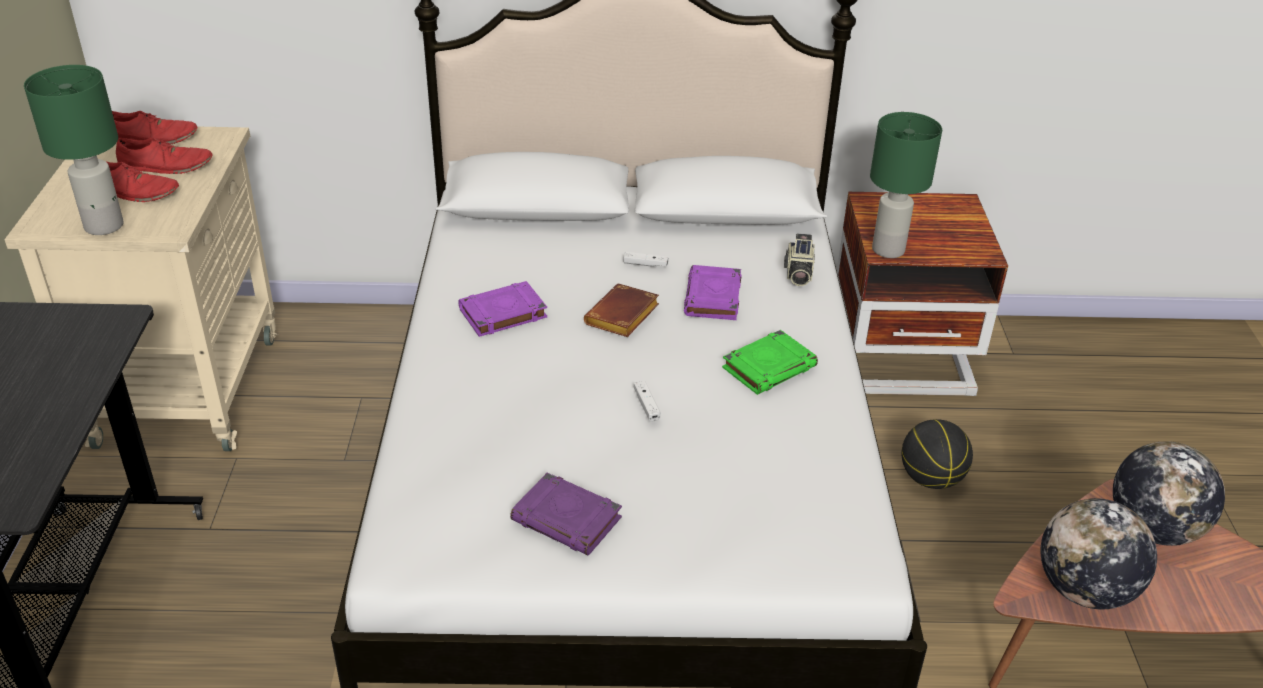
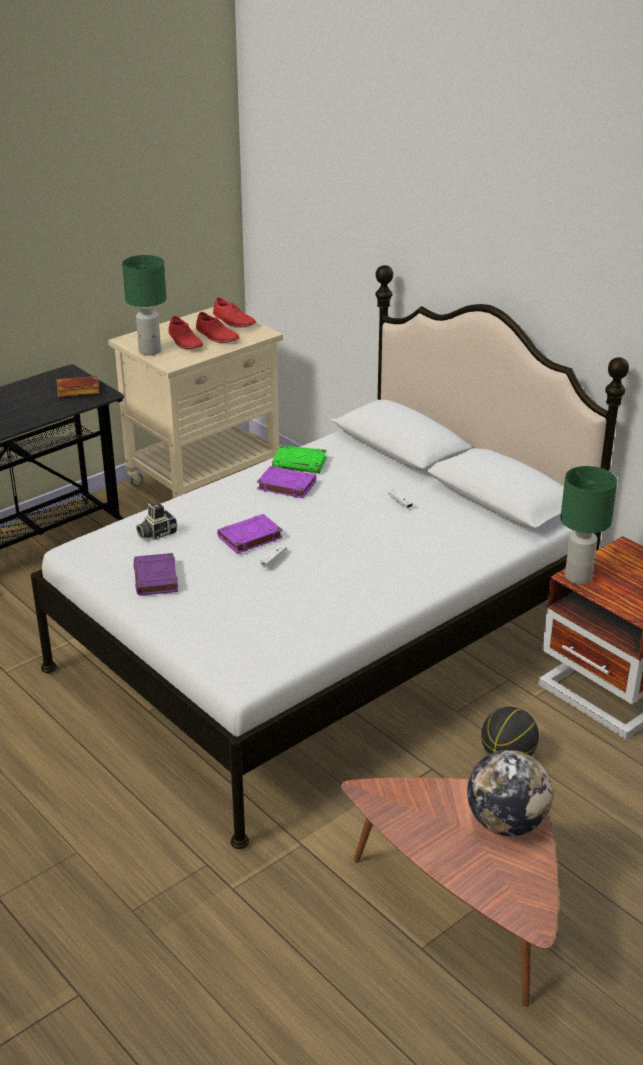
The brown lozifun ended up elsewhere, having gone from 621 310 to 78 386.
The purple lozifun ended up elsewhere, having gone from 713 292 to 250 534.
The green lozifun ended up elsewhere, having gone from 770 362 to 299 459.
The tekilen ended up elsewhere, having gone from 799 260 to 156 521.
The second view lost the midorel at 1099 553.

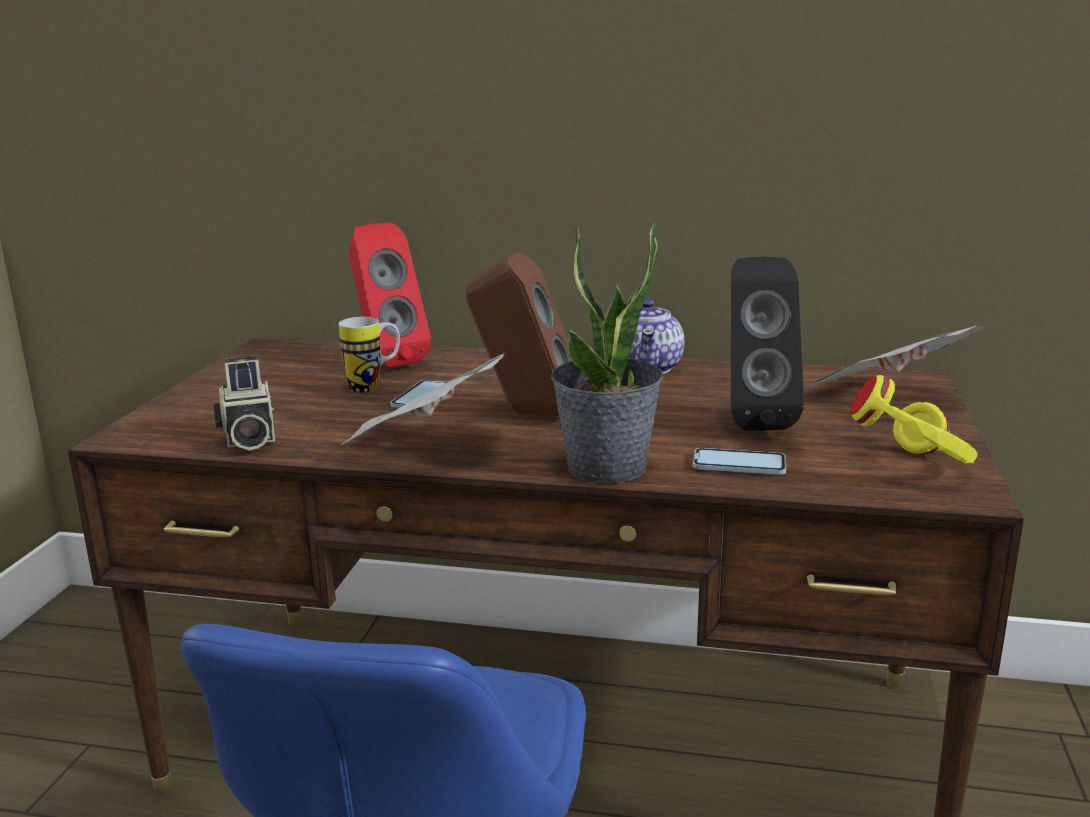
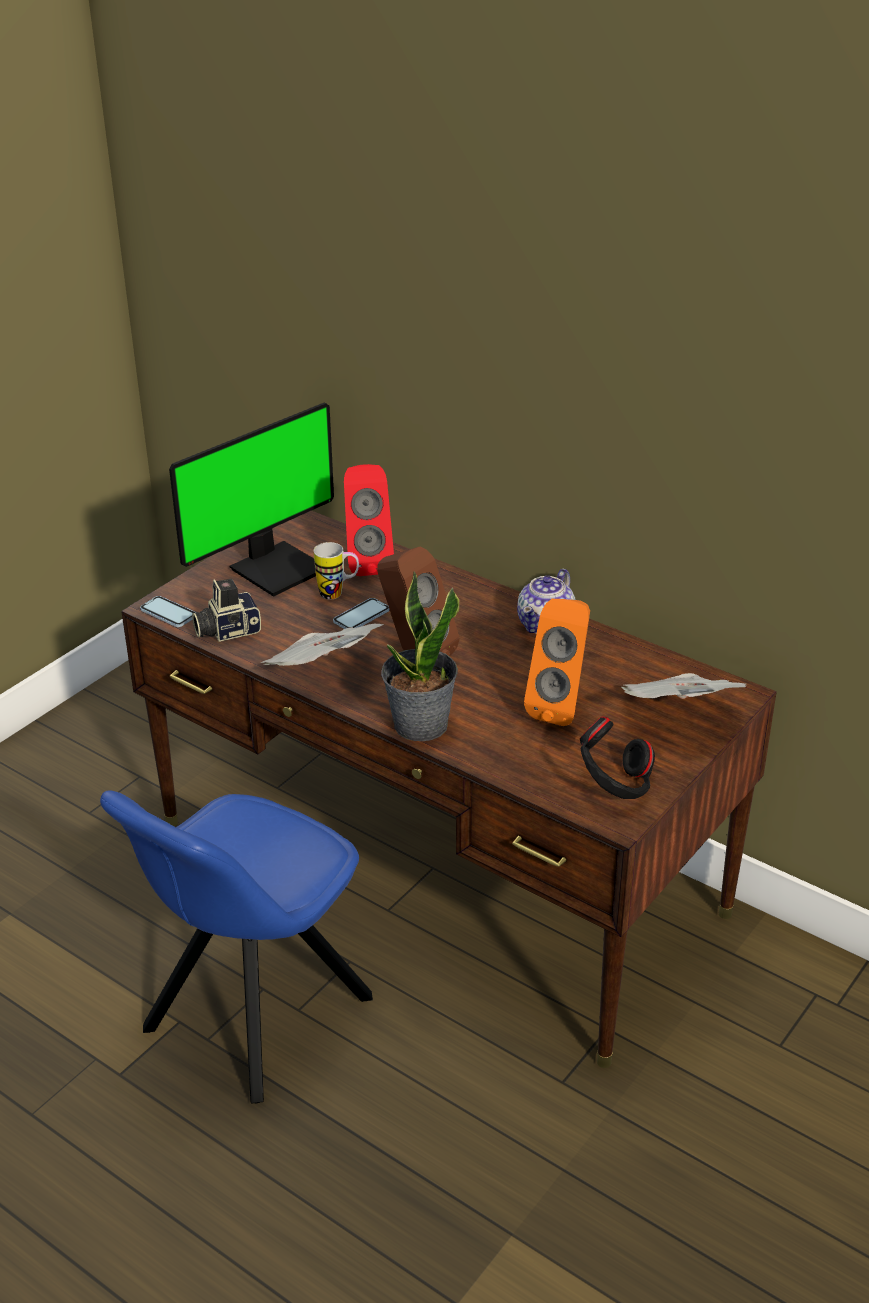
The tekilen at 244 403 ended up facing another way, 60 degrees clockwise from before.
The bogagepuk ended up elsewhere, having gone from 739 461 to 168 611.
What was the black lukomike at 767 344 turned into the orange lukomike at 557 662.
What was the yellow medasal at 914 419 turned into the black medasal at 617 757.
The second view gained the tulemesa at 251 500.

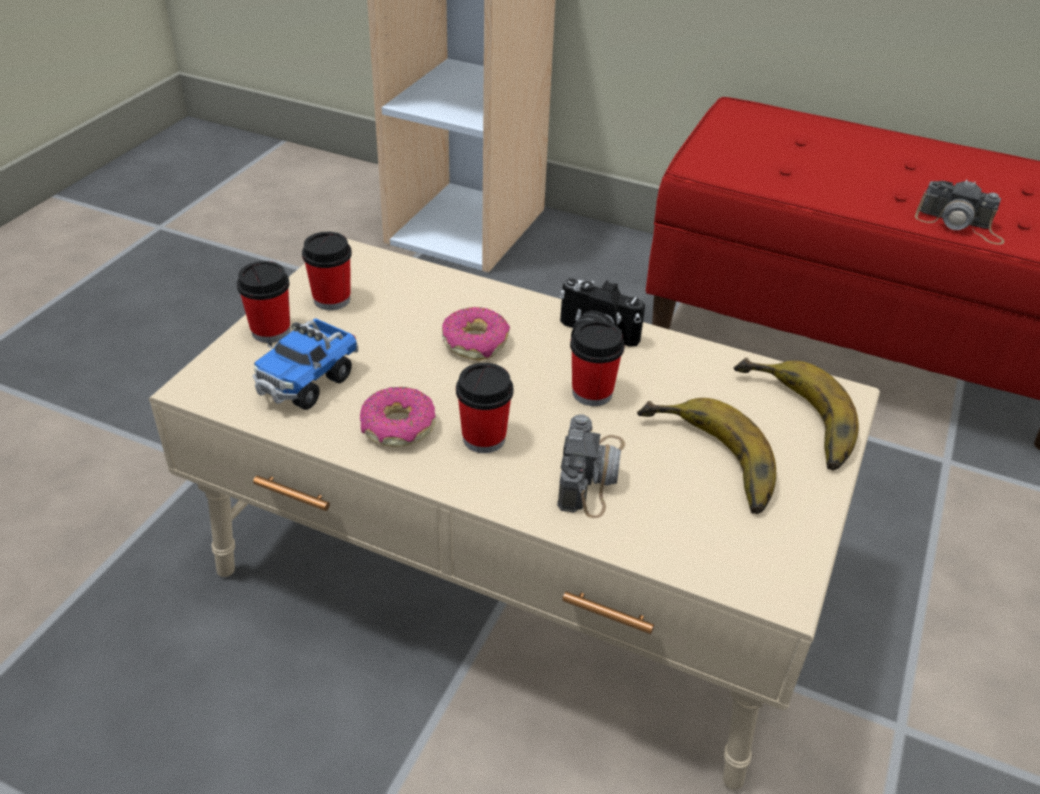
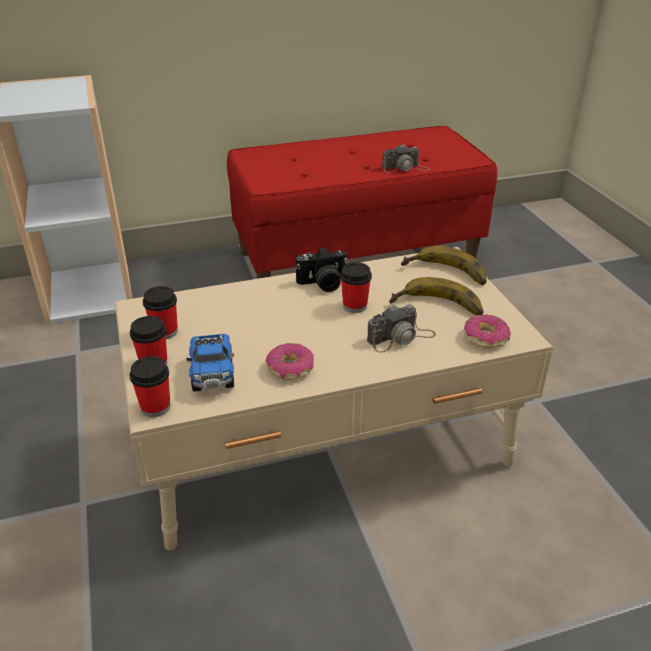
The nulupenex ended up elsewhere, having gone from 476 333 to 487 331.
The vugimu ended up elsewhere, having gone from 484 408 to 150 386.
The tekilen at 591 466 ended up facing another way, 90 degrees clockwise from before.

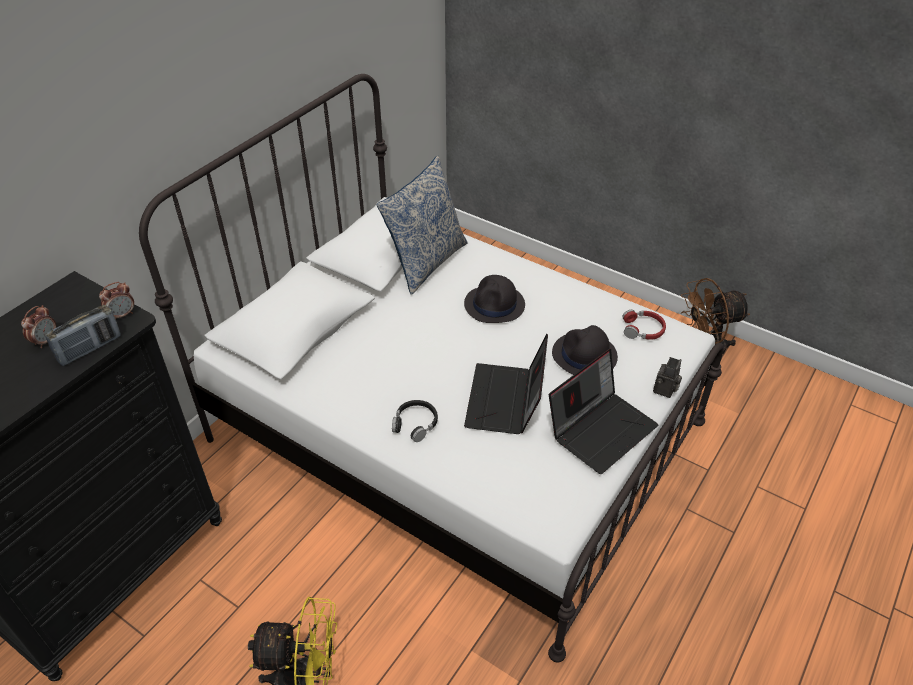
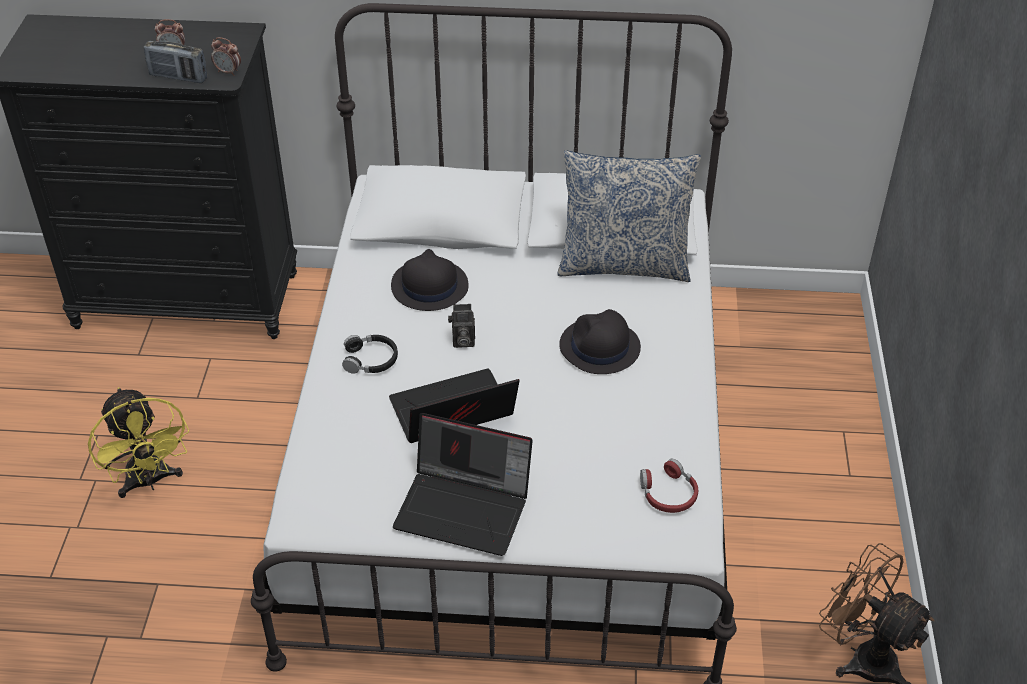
The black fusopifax ended up elsewhere, having gone from 585 350 to 430 280.
The tekilen ended up elsewhere, having gone from 667 377 to 461 326.

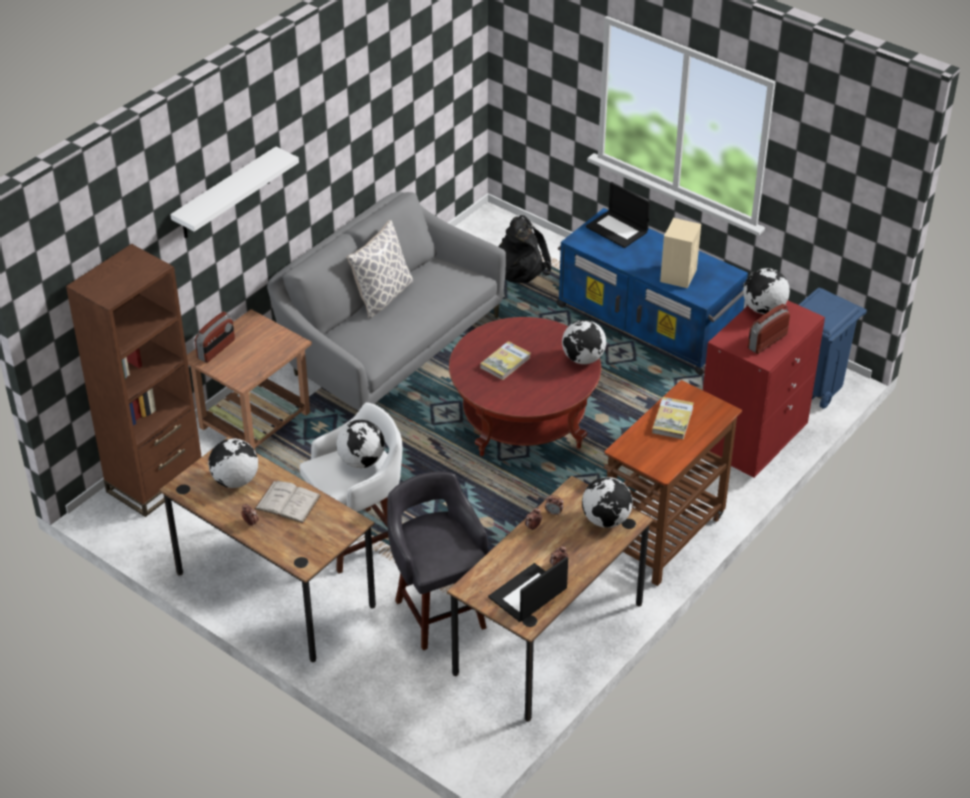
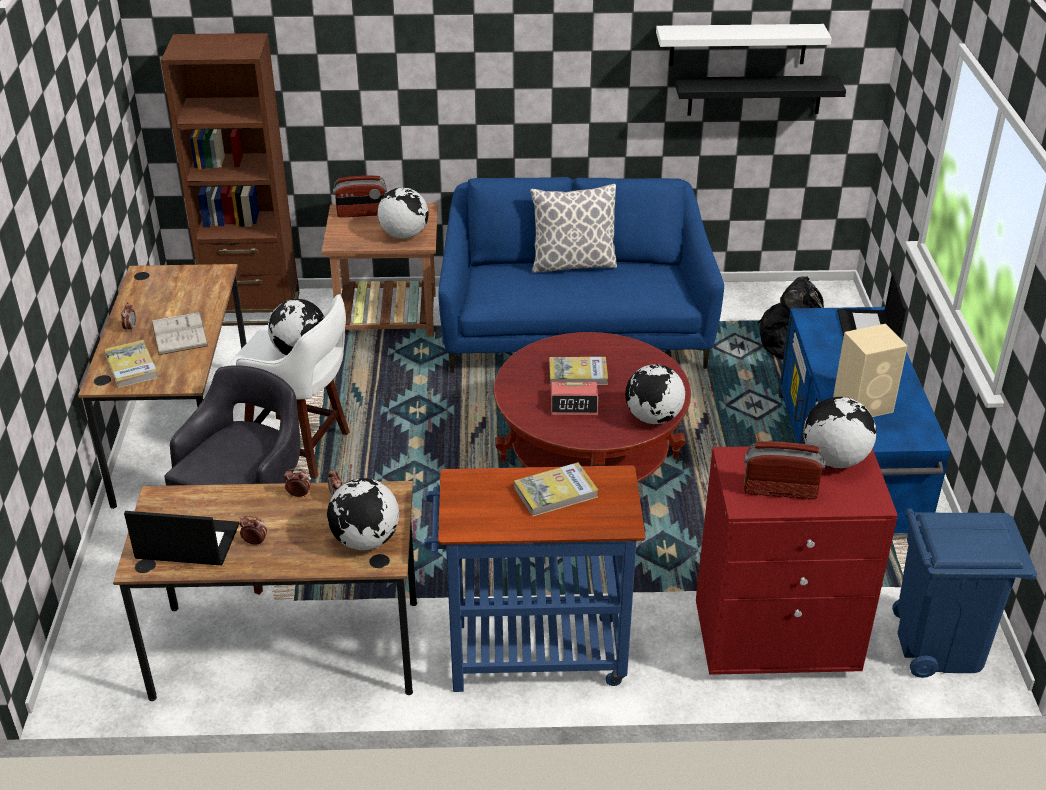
The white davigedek ended up elsewhere, having gone from 234 192 to 744 45.
The midorel ended up elsewhere, having gone from 233 463 to 403 213.
What was the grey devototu at 386 302 turned into the blue devototu at 581 275.
What was the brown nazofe at 673 483 turned into the blue nazofe at 535 578.
The second view gained the lozifun at 131 364.
The second view gained the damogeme at 574 399.
The second view gained the black davigedek at 760 95.

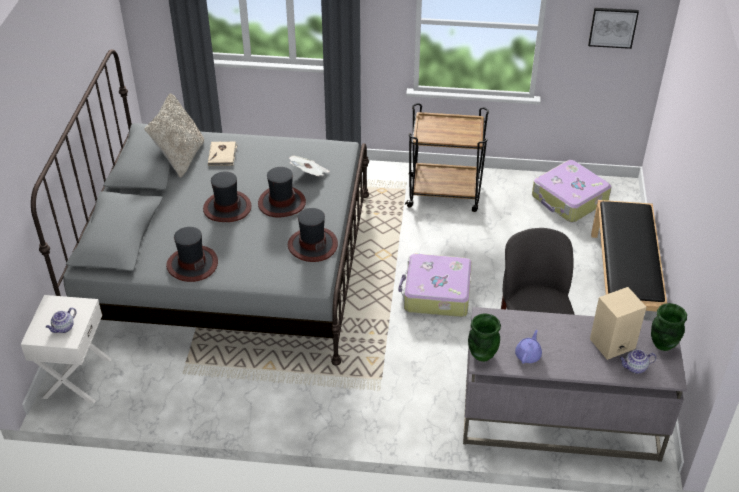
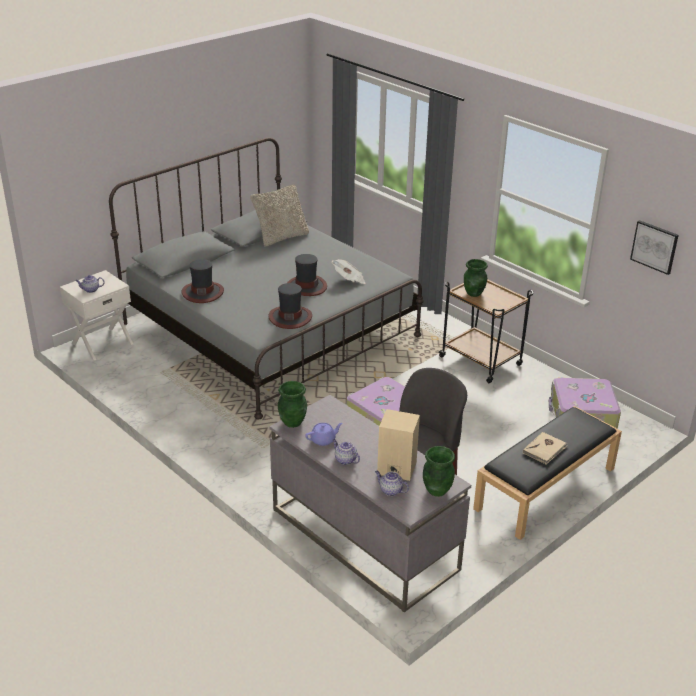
The second view lost the fusopifax at 227 197.
The beige lozifun ended up elsewhere, having gone from 223 153 to 545 448.
The second view gained the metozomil at 346 452.
The second view gained the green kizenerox at 476 278.

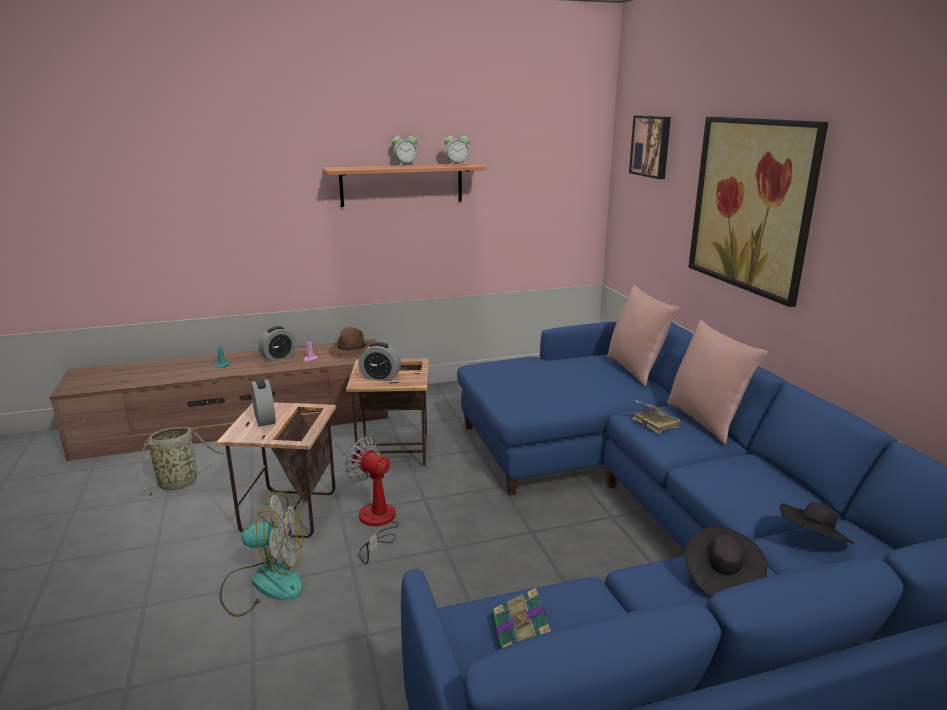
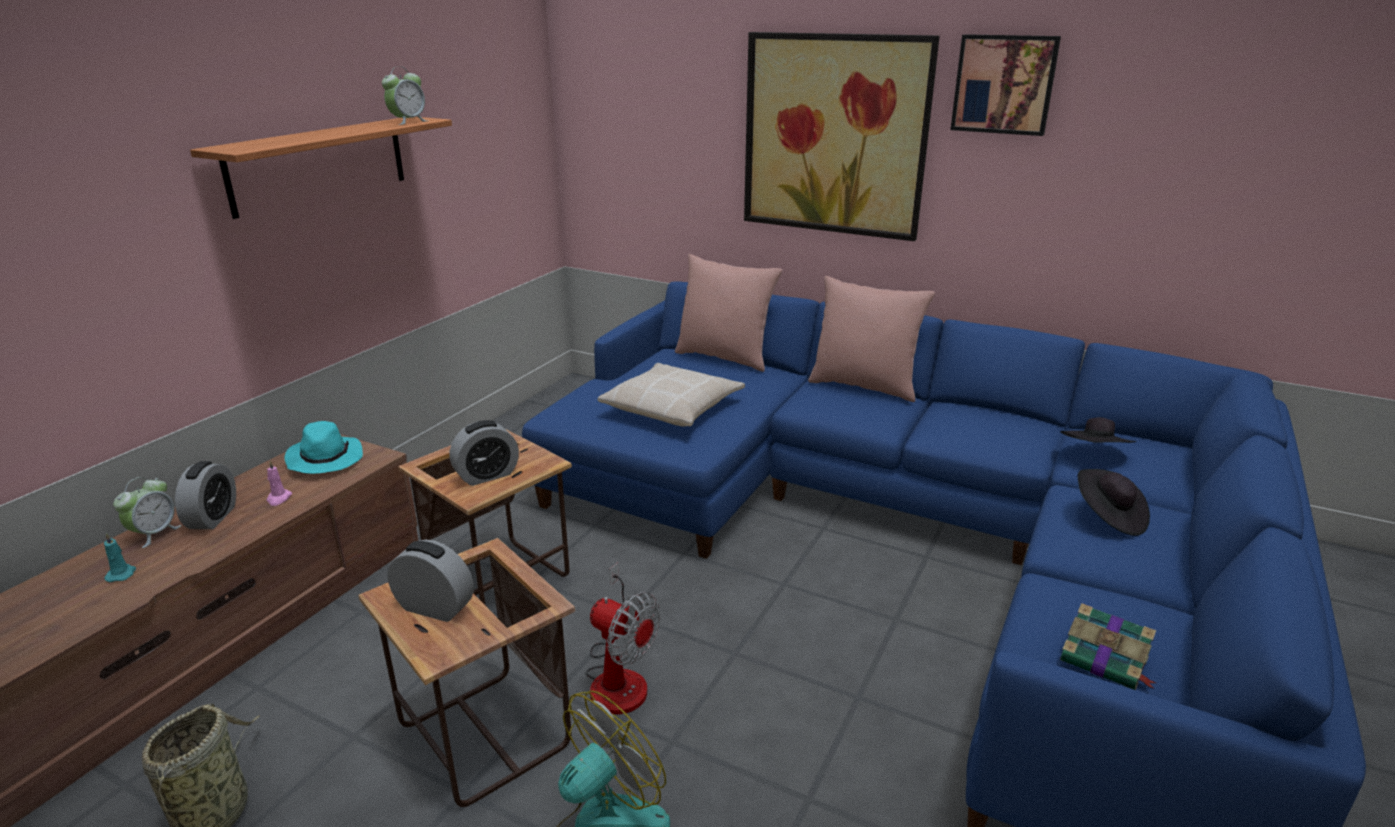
What was the brown fusopifax at 350 341 turned into the turquoise fusopifax at 323 447.
The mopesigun at 372 500 ended up facing another way, 135 degrees counterclockwise from before.
The damogeme ended up elsewhere, having gone from 404 149 to 147 512.
The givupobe ended up elsewhere, having gone from 650 147 to 1005 85.
The second view lost the lozifun at 656 417.
The second view gained the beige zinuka at 671 395.

